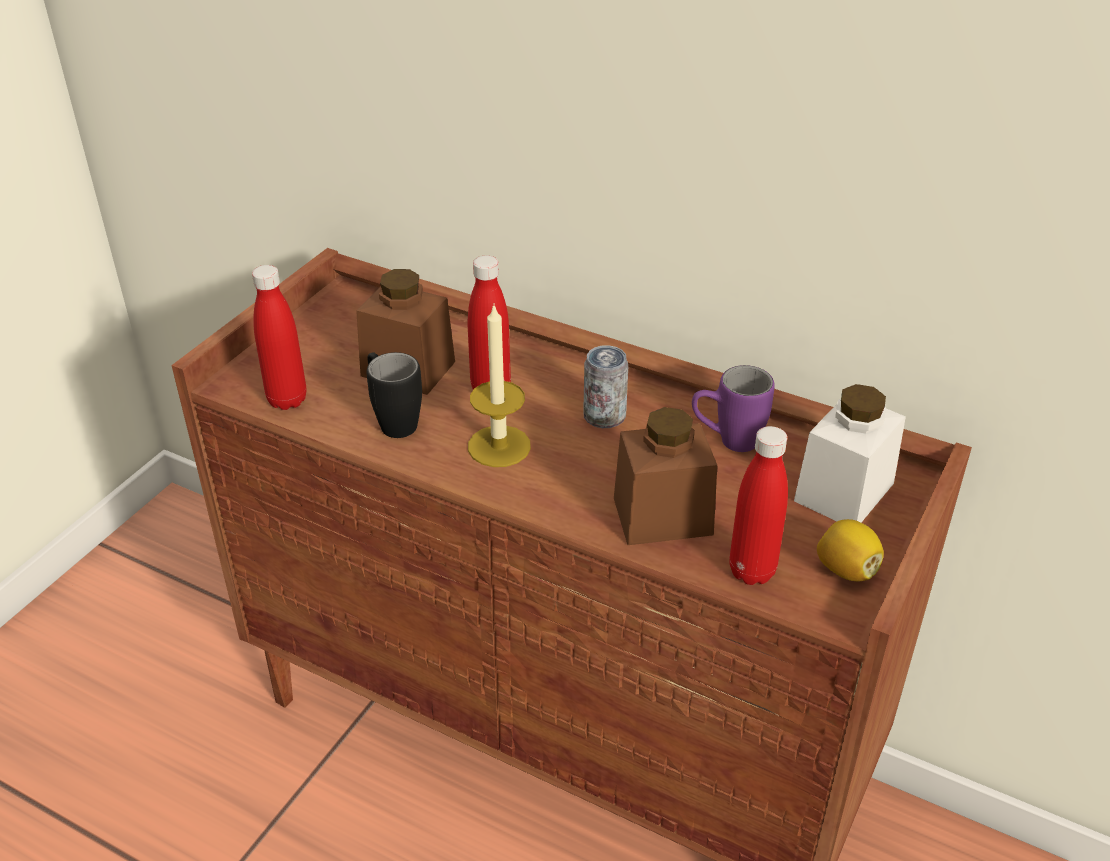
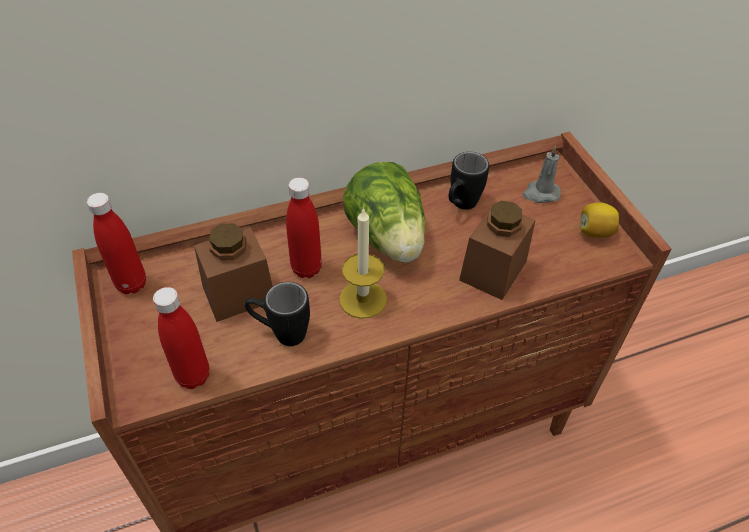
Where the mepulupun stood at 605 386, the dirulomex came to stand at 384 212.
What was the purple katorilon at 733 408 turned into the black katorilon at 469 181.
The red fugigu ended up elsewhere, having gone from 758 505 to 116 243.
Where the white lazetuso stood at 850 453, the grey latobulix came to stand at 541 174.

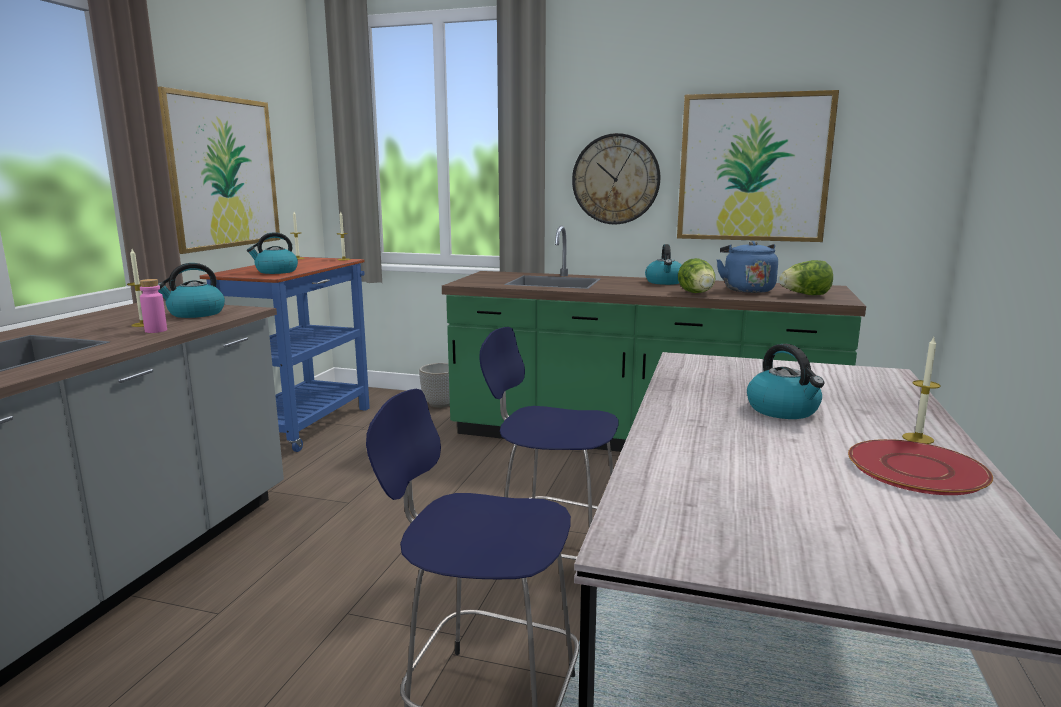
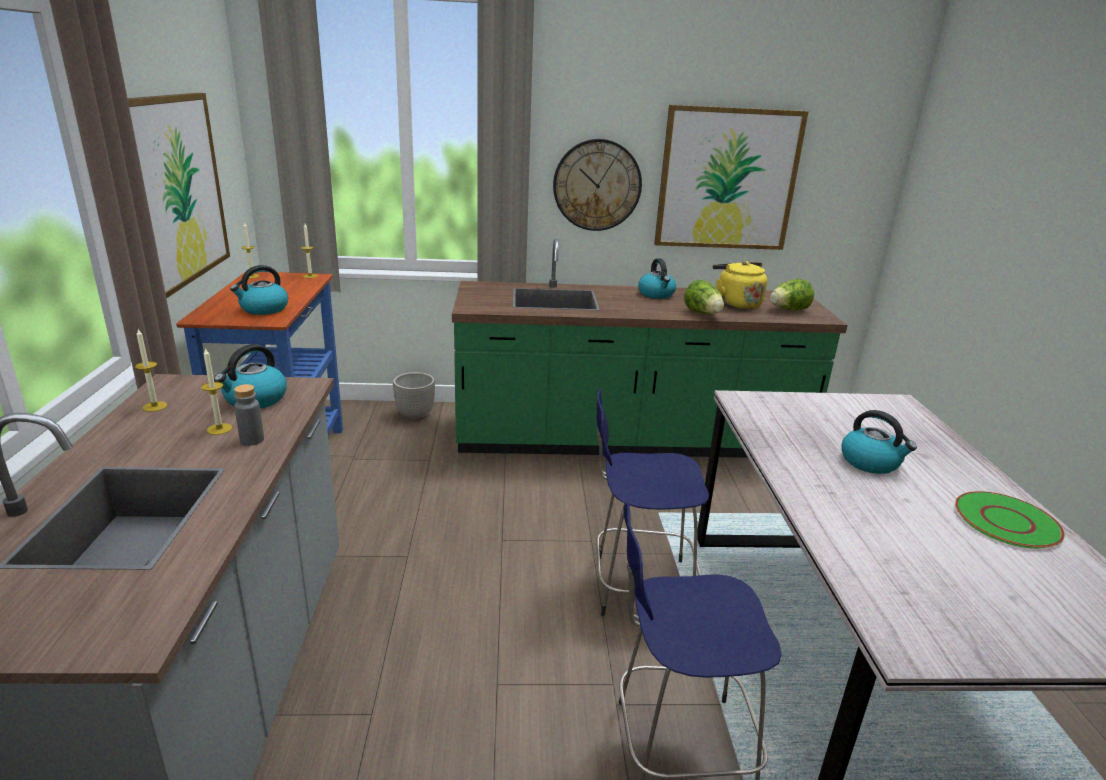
What was the pink fugigu at 153 306 turned into the grey fugigu at 249 415.
What was the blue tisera at 747 267 turned into the yellow tisera at 740 285.
What was the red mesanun at 920 467 turned into the green mesanun at 1010 519.
The latobulix ended up elsewhere, having gone from 921 390 to 151 370.

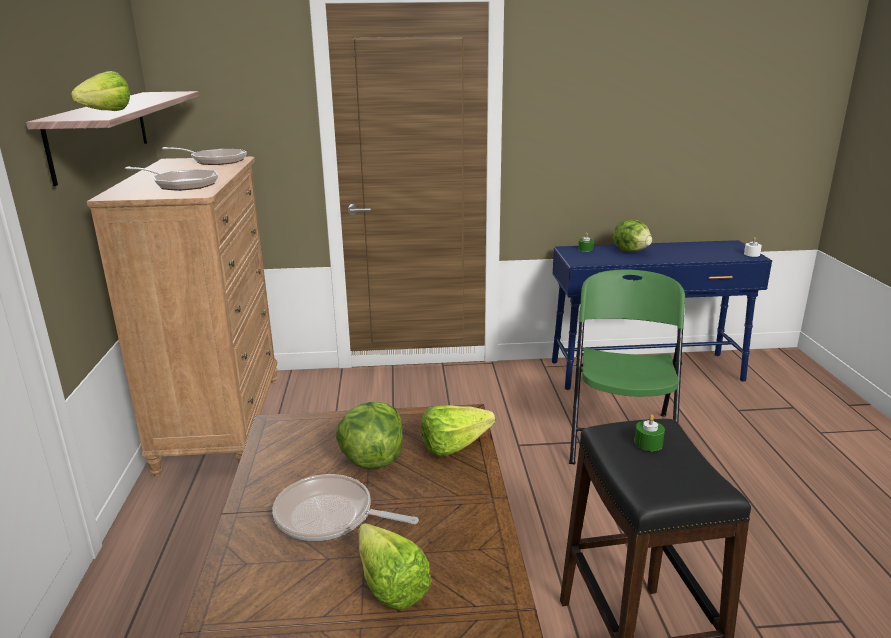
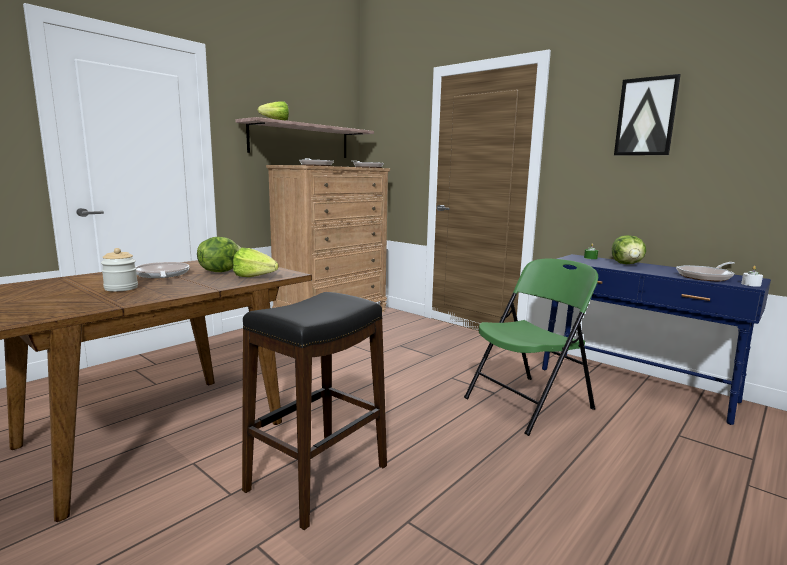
Where the dirulomex stood at 395 566, the lazetuso came to stand at 119 270.
The second view lost the green latobulix at 649 433.
The second view gained the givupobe at 647 115.
The second view gained the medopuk at 705 272.

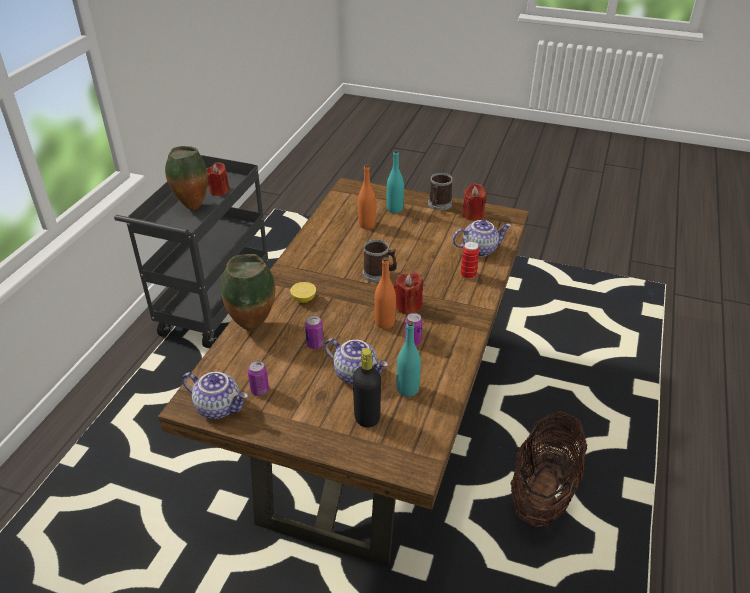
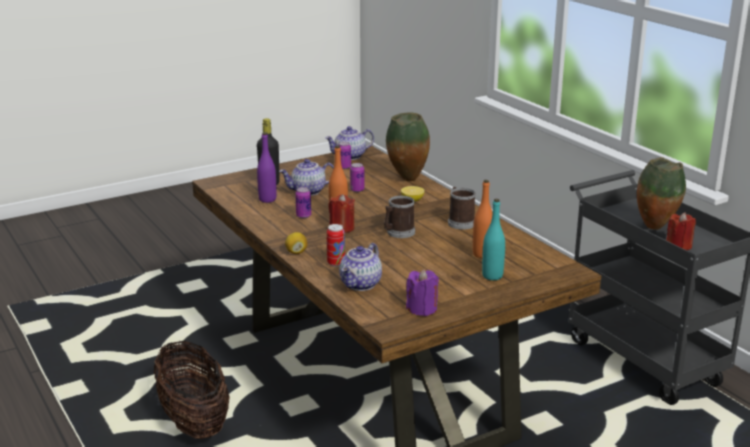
What was the turquoise fugigu at 409 359 turned into the purple fugigu at 267 167.
The katorilon ended up elsewhere, having gone from 440 191 to 461 208.
What was the red latobulix at 474 202 turned into the purple latobulix at 422 292.
The second view gained the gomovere at 296 243.

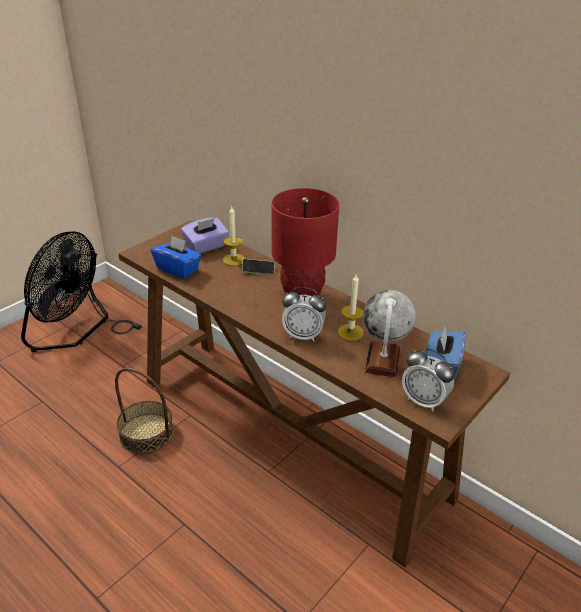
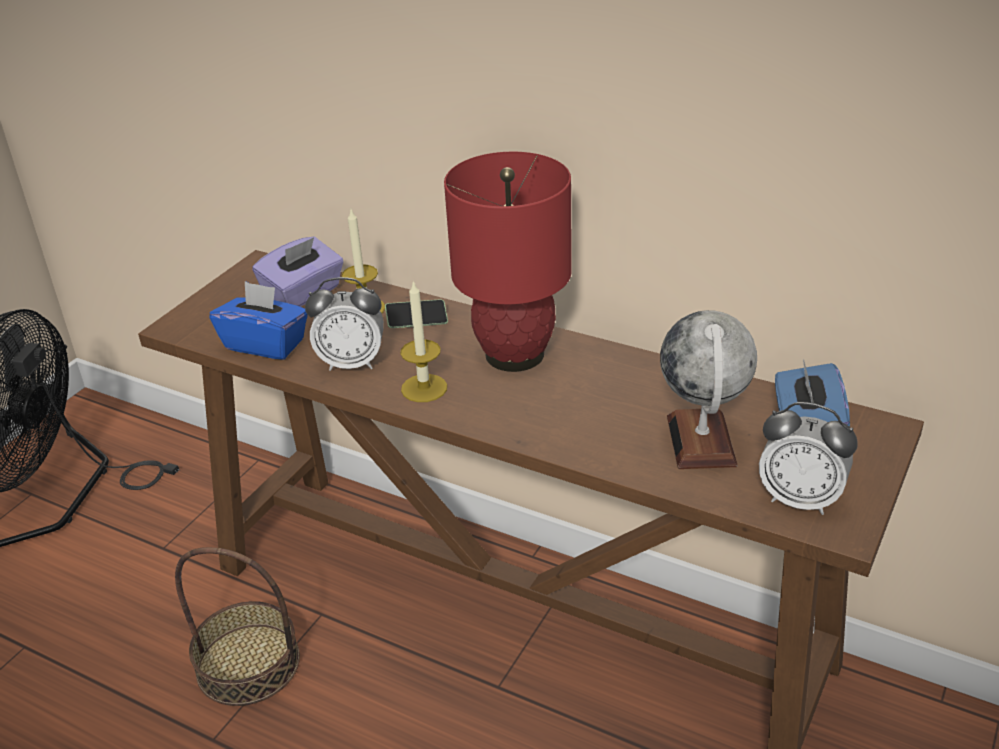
The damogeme ended up elsewhere, having gone from 304 314 to 344 324.
The latobulix ended up elsewhere, having gone from 351 307 to 423 341.

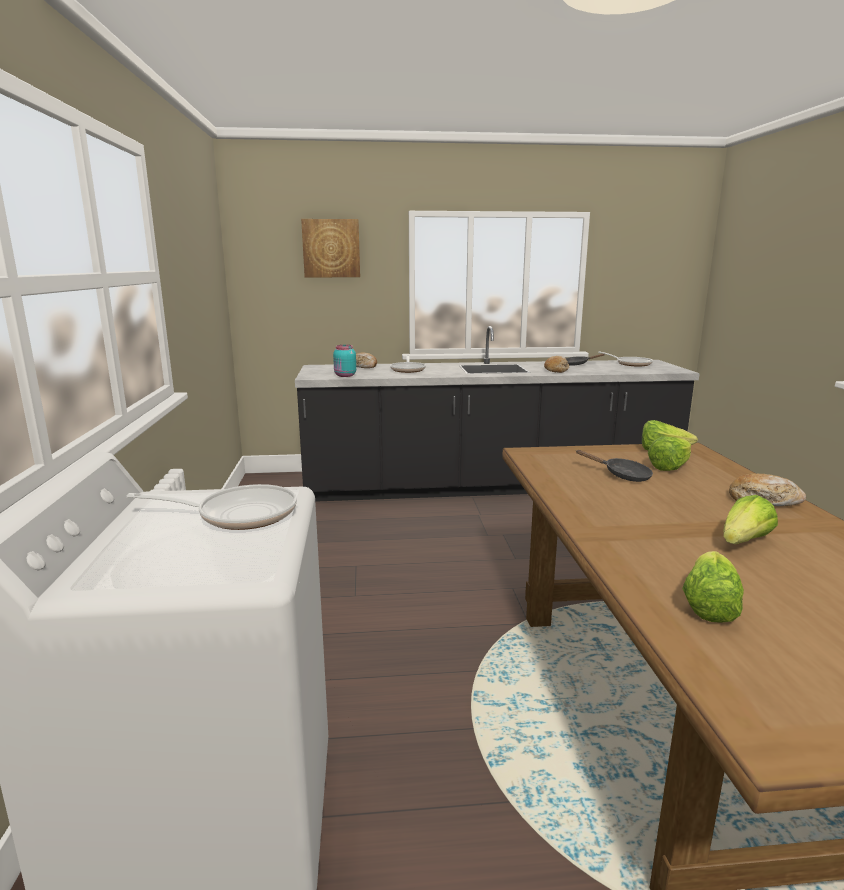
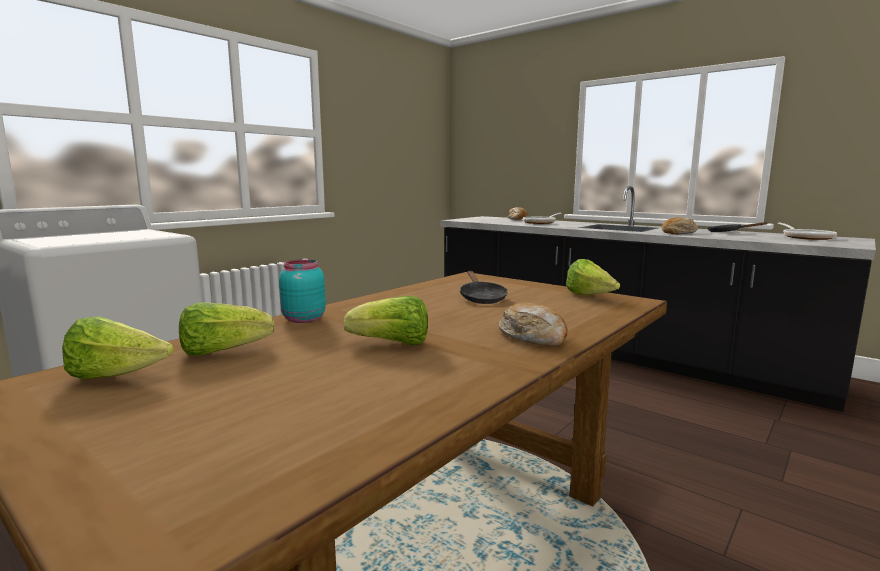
The second view lost the medopuk at 211 507.
The second view lost the givupobe at 330 248.
The turquoise lazetuso ended up elsewhere, having gone from 344 361 to 302 291.
The dirulomex ended up elsewhere, having gone from 669 454 to 118 347.

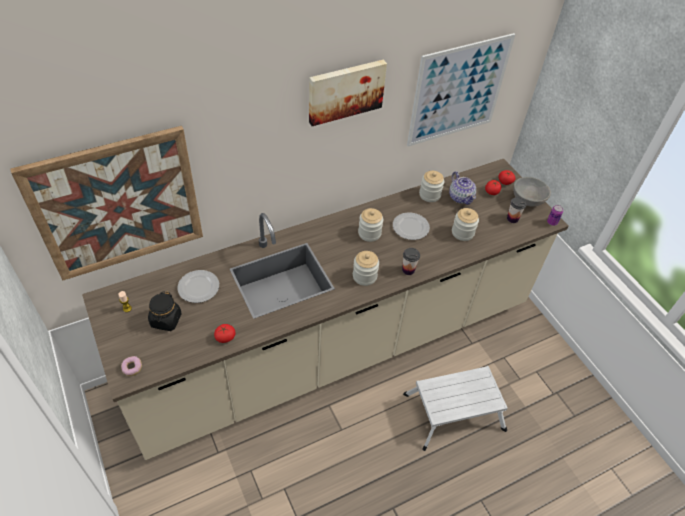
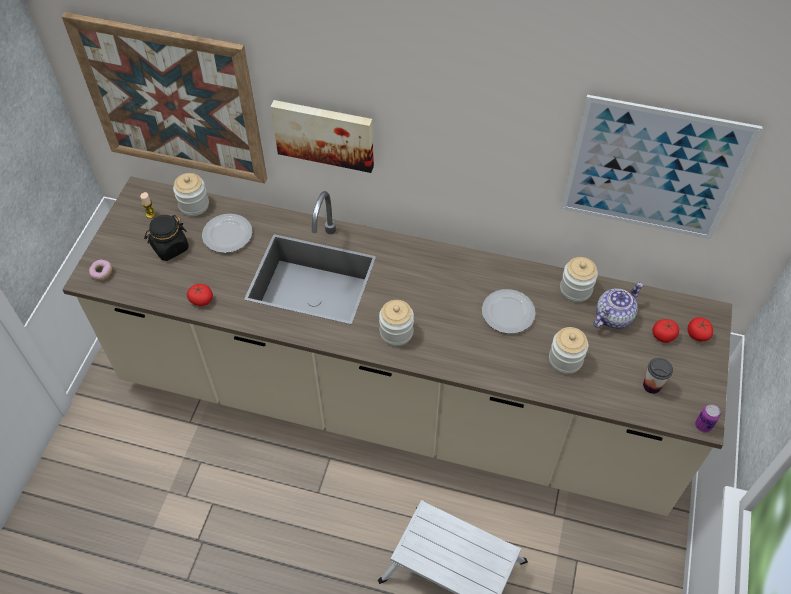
The givupobe ended up elsewhere, having gone from 348 93 to 322 136.
The lazetuso ended up elsewhere, having gone from 370 225 to 191 194.
The second view lost the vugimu at 411 261.
The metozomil at 462 188 ended up facing another way, 150 degrees counterclockwise from before.
The second view lost the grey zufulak at 532 192.

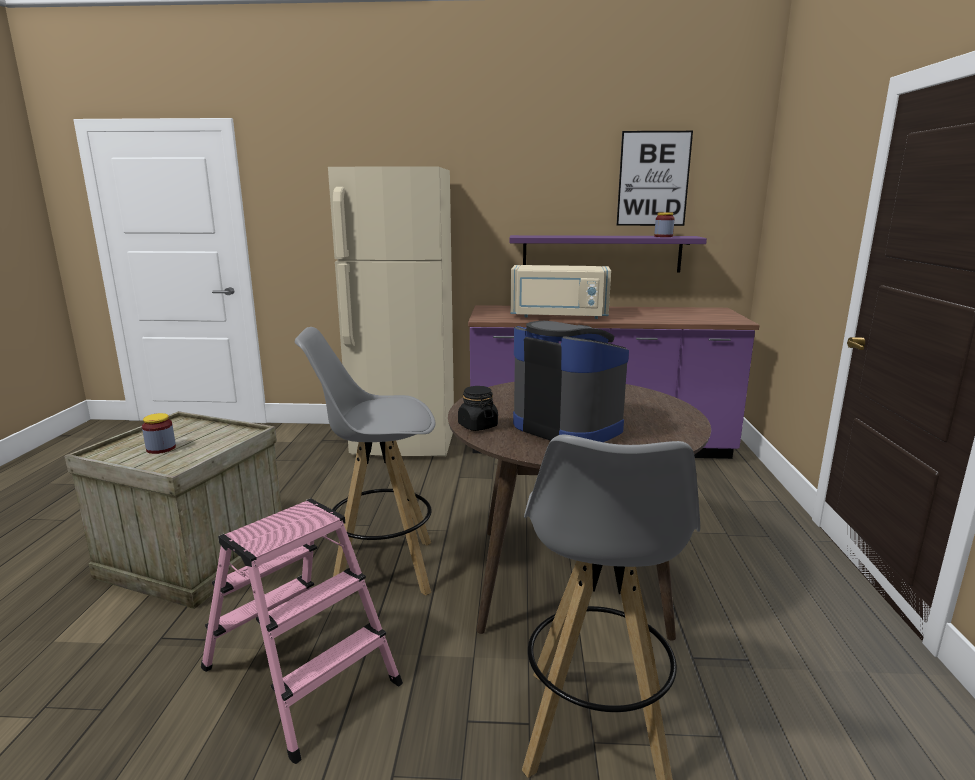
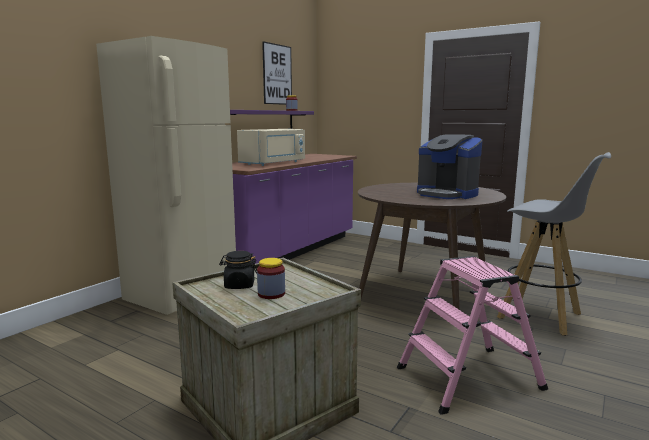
The second view lost the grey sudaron at 365 461.
The black lazetuso ended up elsewhere, having gone from 478 408 to 238 270.
The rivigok at 571 381 ended up facing another way, 120 degrees counterclockwise from before.

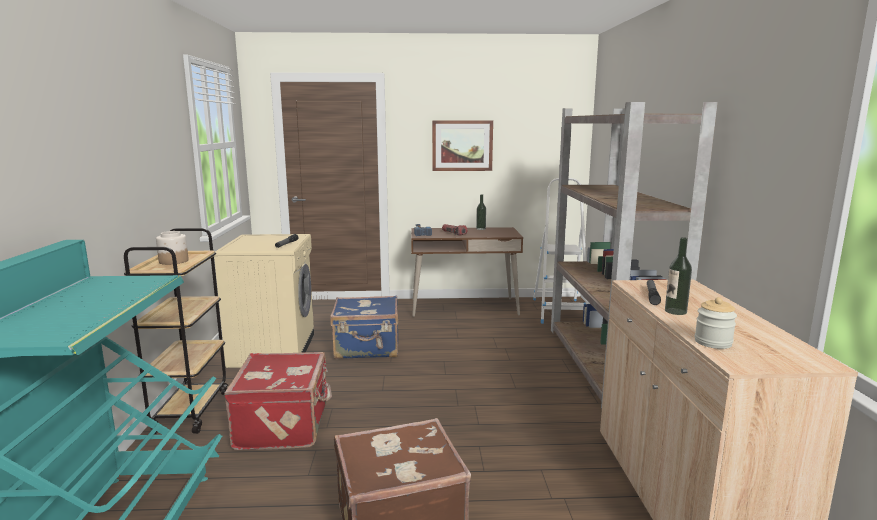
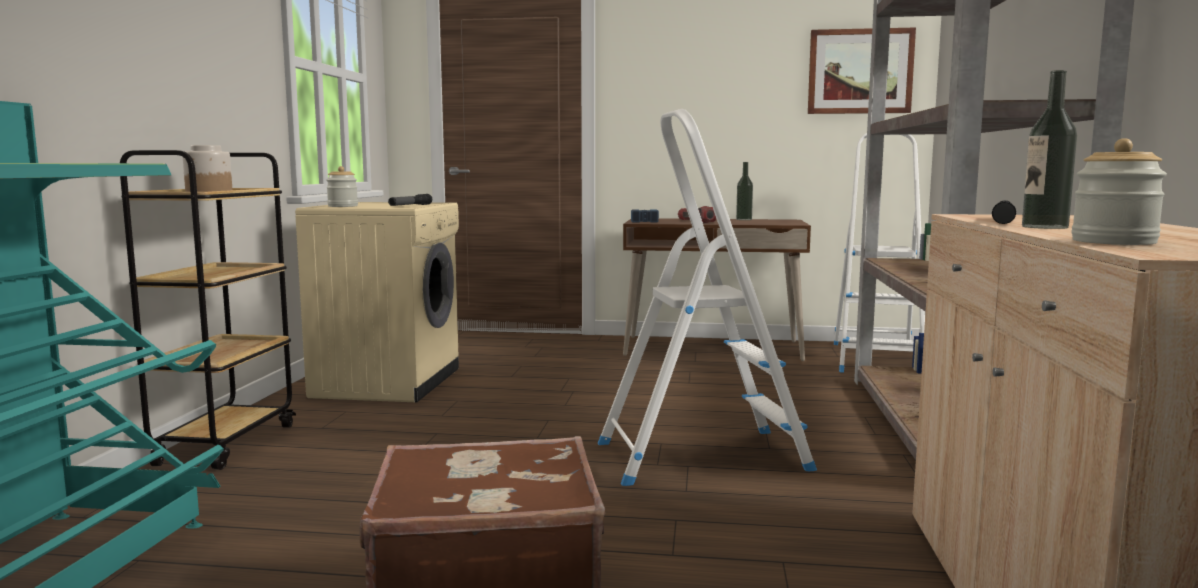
The second view lost the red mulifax at 278 401.
The second view lost the blue mulifax at 364 327.
The givupobe ended up elsewhere, having gone from 462 145 to 862 71.
The second view gained the lazetuso at 342 186.
The second view gained the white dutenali at 707 297.

